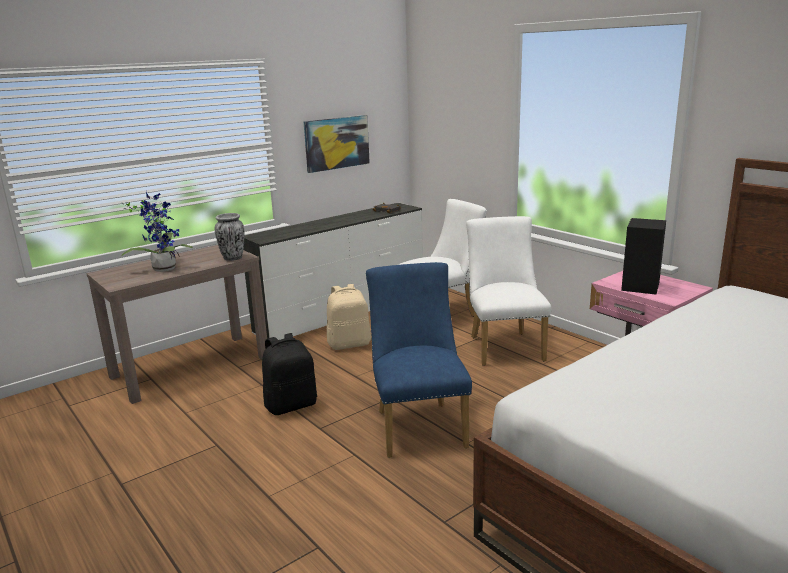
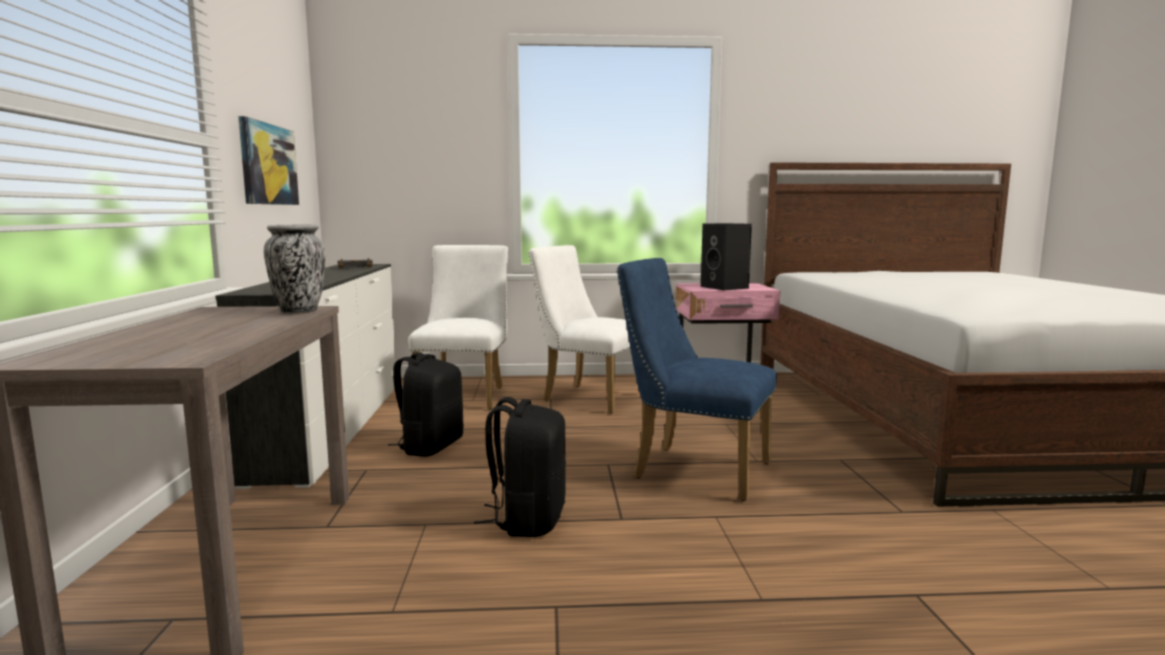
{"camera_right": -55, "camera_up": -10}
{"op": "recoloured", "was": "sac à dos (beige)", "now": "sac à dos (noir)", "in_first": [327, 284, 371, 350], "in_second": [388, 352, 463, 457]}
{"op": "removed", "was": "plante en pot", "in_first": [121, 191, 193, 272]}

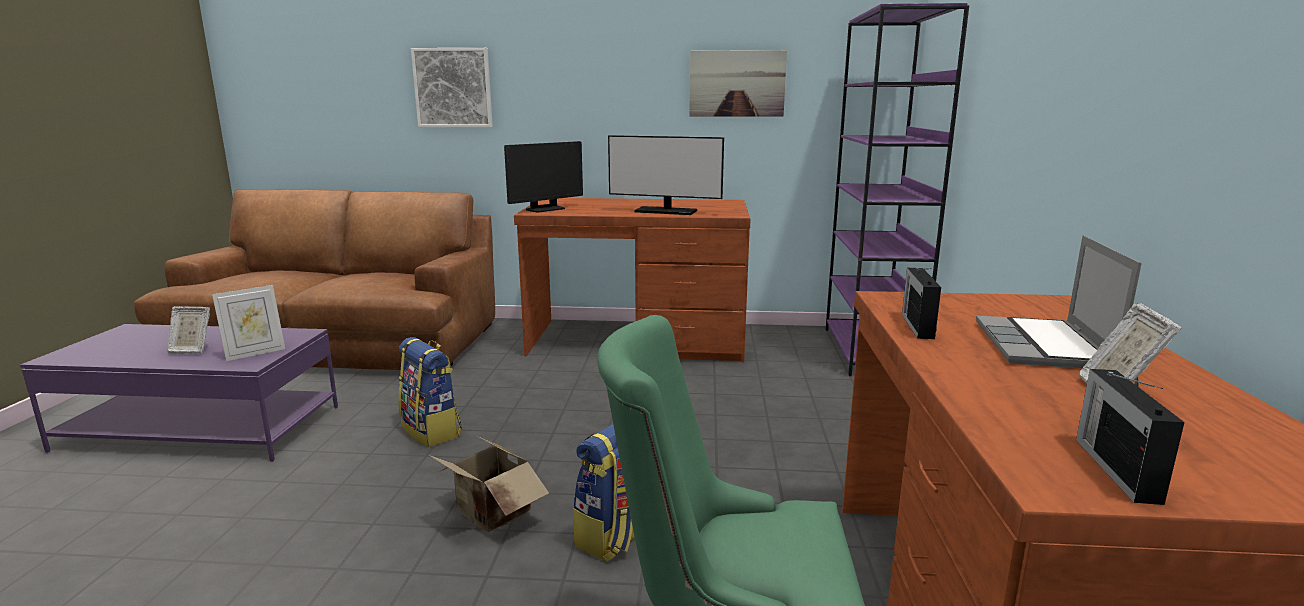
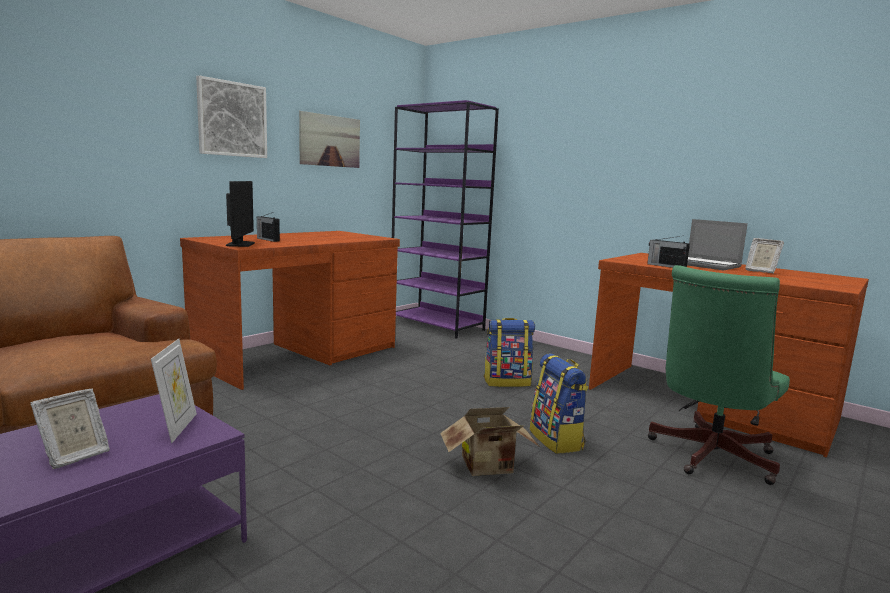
{"camera_right": -55, "camera_up": -5}
{"op": "moved", "was": "tableau", "in_first": [411, 48, 493, 128], "in_second": [196, 75, 267, 158]}
{"op": "moved", "was": "radio", "in_first": [1076, 369, 1184, 505], "in_second": [257, 212, 280, 242]}
{"op": "moved", "was": "sac à dos", "in_first": [398, 337, 462, 447], "in_second": [484, 318, 535, 387]}
{"op": "removed", "was": "écran d'ordinateur", "in_first": [608, 135, 724, 215]}

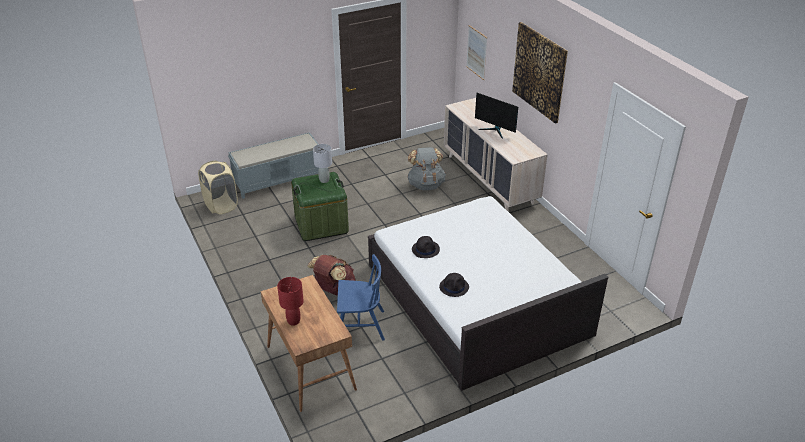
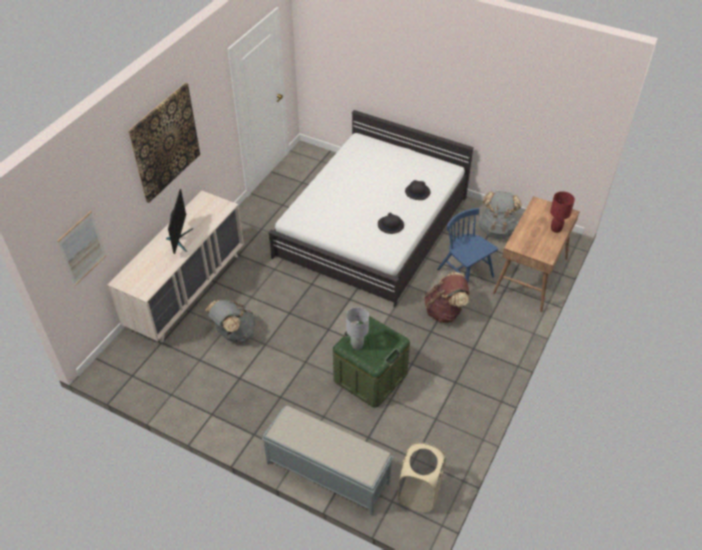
{"camera_right": -125, "camera_up": 10}
{"op": "added", "now": "sac à dos (gris)", "in_second": [478, 191, 522, 239]}

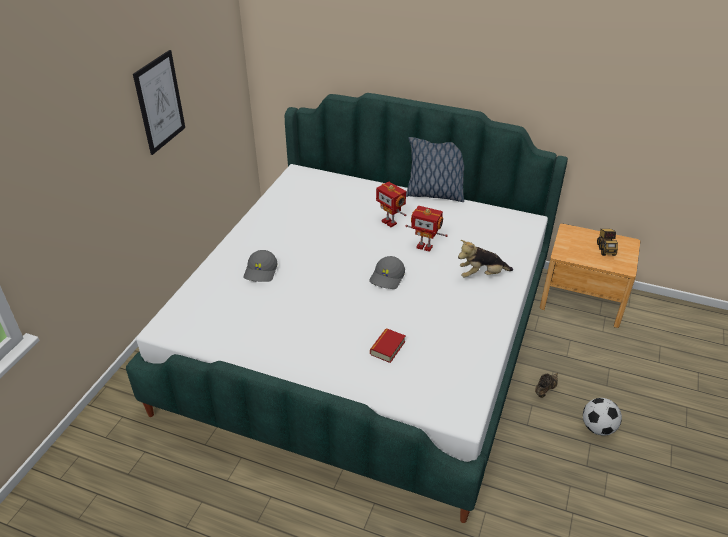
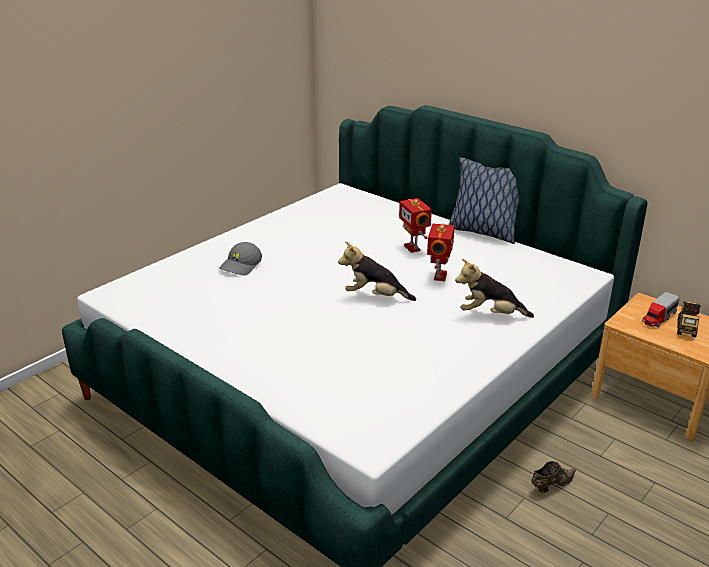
{"camera_right": 20, "camera_up": -10}
{"op": "replaced", "was": "casquette (gris)", "now": "peluche", "in_first": [369, 256, 405, 289], "in_second": [338, 241, 416, 301]}
{"op": "turned", "was": "robot jouet", "in_first": [405, 206, 448, 252], "in_second": [427, 223, 455, 281], "clockwise": -120}
{"op": "added", "now": "camion jouet", "in_second": [642, 292, 680, 328]}
{"op": "removed", "was": "tableau", "in_first": [133, 50, 185, 155]}
{"op": "removed", "was": "livre", "in_first": [370, 329, 405, 363]}
{"op": "removed", "was": "ballon de foot", "in_first": [583, 398, 622, 436]}

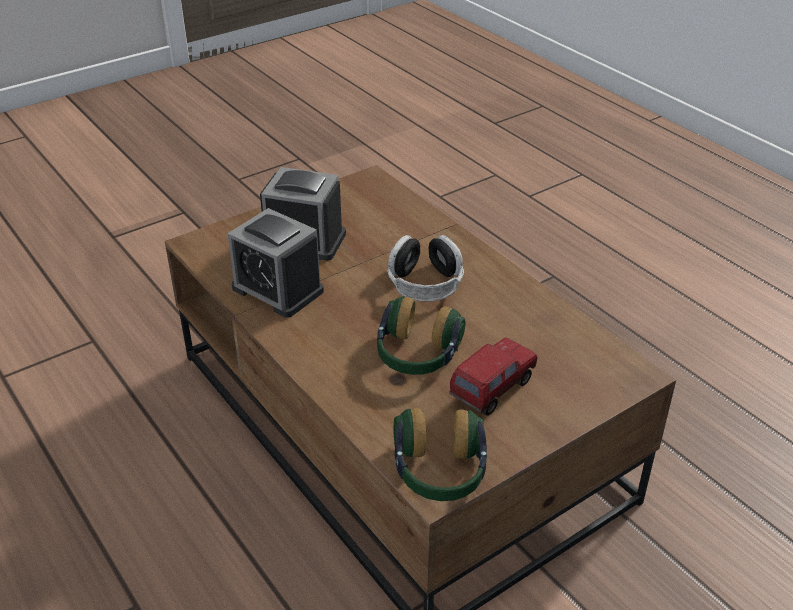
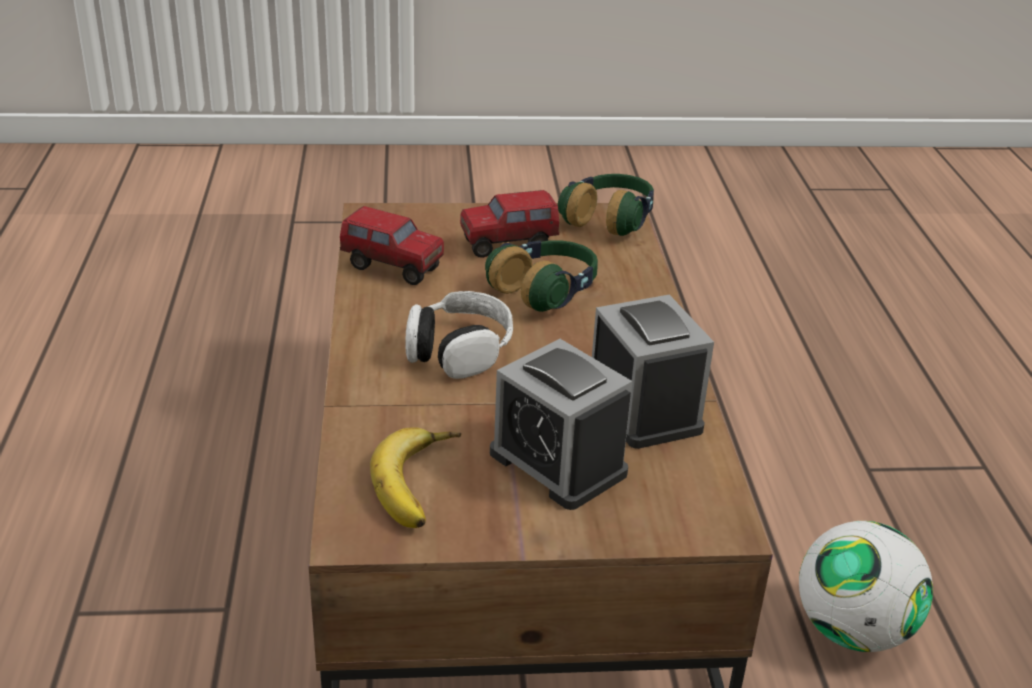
{"camera_right": -150, "camera_up": -5}
{"op": "added", "now": "camion jouet", "in_second": [340, 206, 444, 285]}
{"op": "added", "now": "banane", "in_second": [370, 427, 461, 528]}
{"op": "added", "now": "ballon de foot", "in_second": [799, 521, 933, 652]}

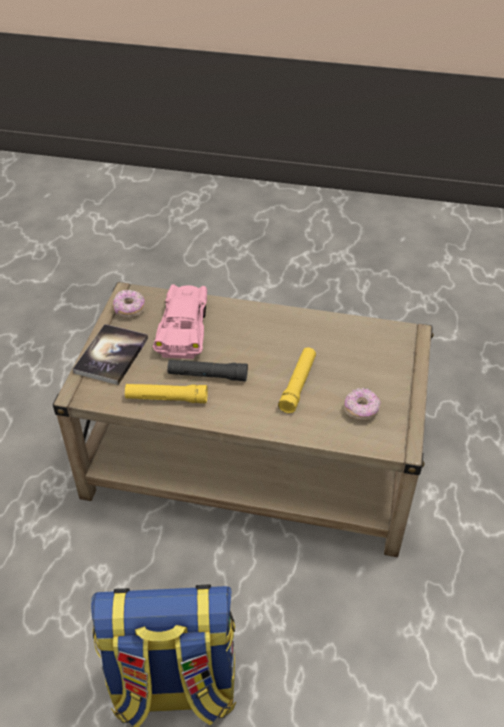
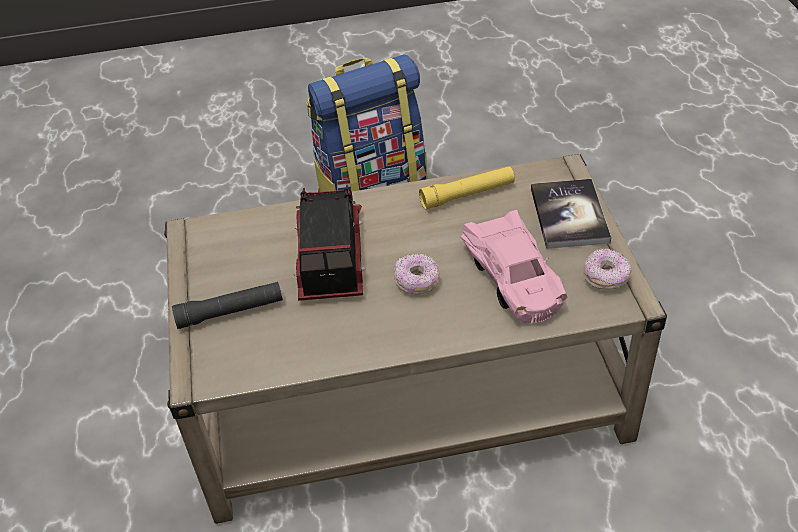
{"camera_right": 160, "camera_up": 0}
{"op": "moved", "was": "lampe de poche (noir)", "in_first": [167, 360, 248, 381], "in_second": [172, 282, 283, 329]}
{"op": "replaced", "was": "lampe de poche (jaune)", "now": "camion jouet", "in_first": [278, 347, 316, 413], "in_second": [294, 184, 366, 301]}
{"op": "moved", "was": "beignet", "in_first": [344, 387, 380, 420], "in_second": [394, 254, 440, 295]}

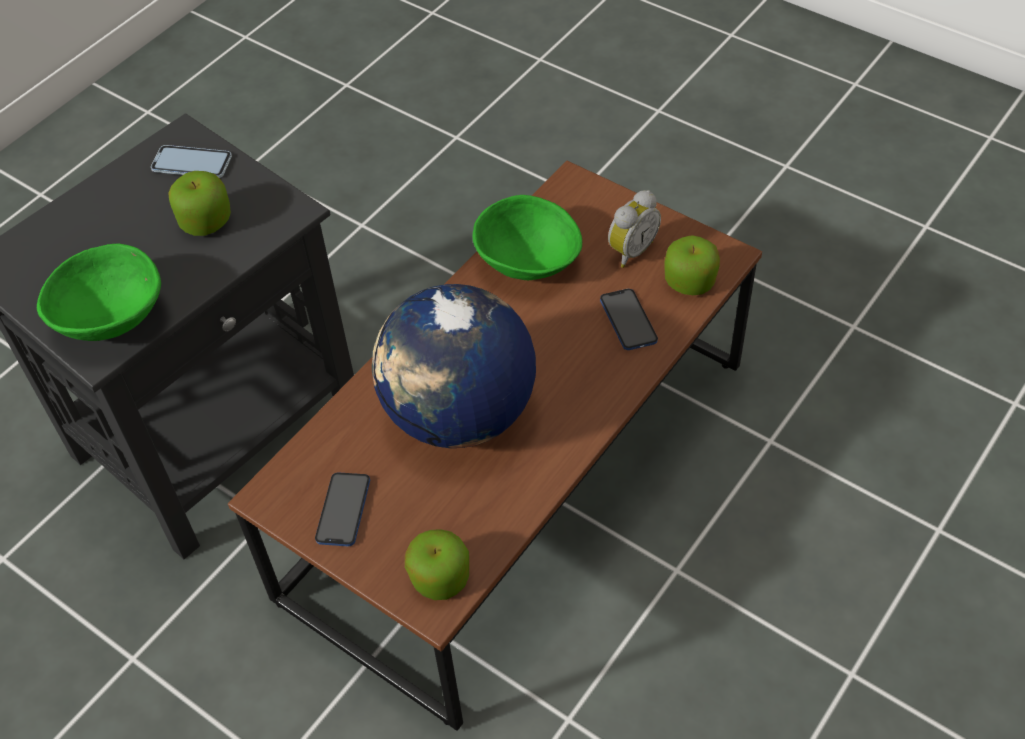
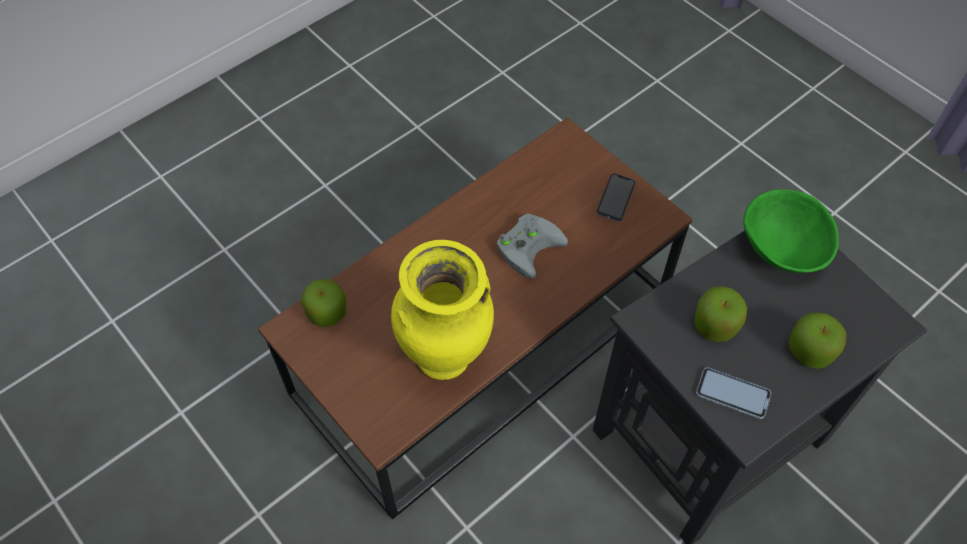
{"camera_right": -170, "camera_up": 5}
{"op": "replaced", "was": "bol (vert)", "now": "vase (jaune)", "in_first": [473, 195, 582, 280], "in_second": [391, 240, 494, 380]}
{"op": "replaced", "was": "globe", "now": "manette (gris)", "in_first": [372, 284, 536, 448], "in_second": [497, 213, 568, 279]}
{"op": "moved", "was": "pomme", "in_first": [405, 529, 469, 600], "in_second": [789, 312, 846, 369]}
{"op": "removed", "was": "téléphone", "in_first": [600, 289, 658, 350]}
{"op": "removed", "was": "réveil", "in_first": [608, 190, 661, 268]}

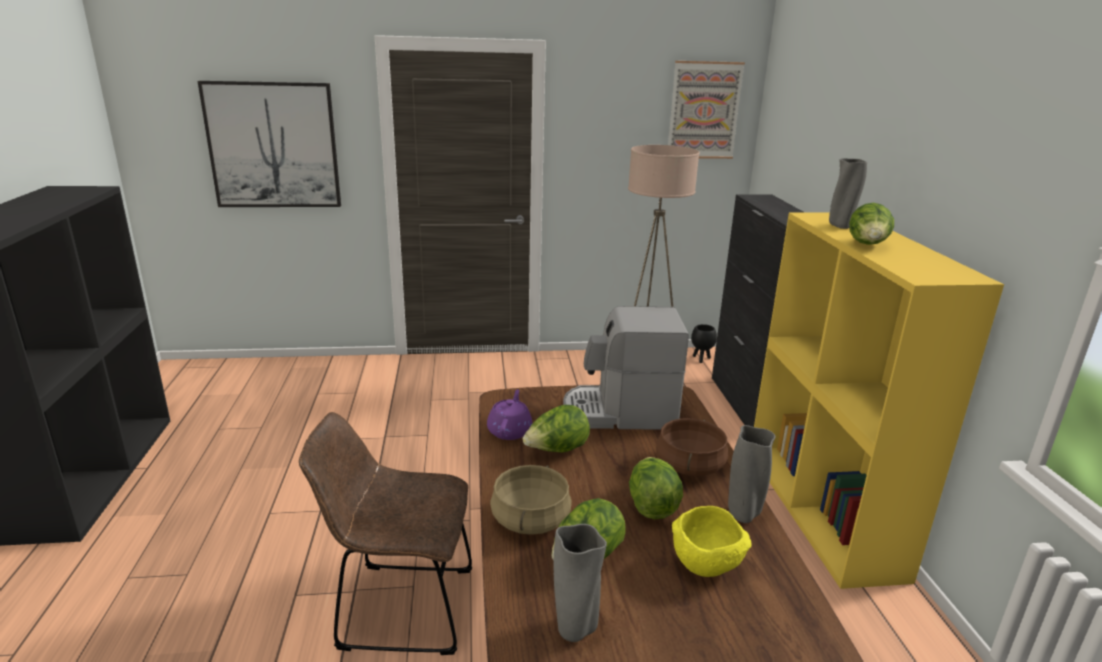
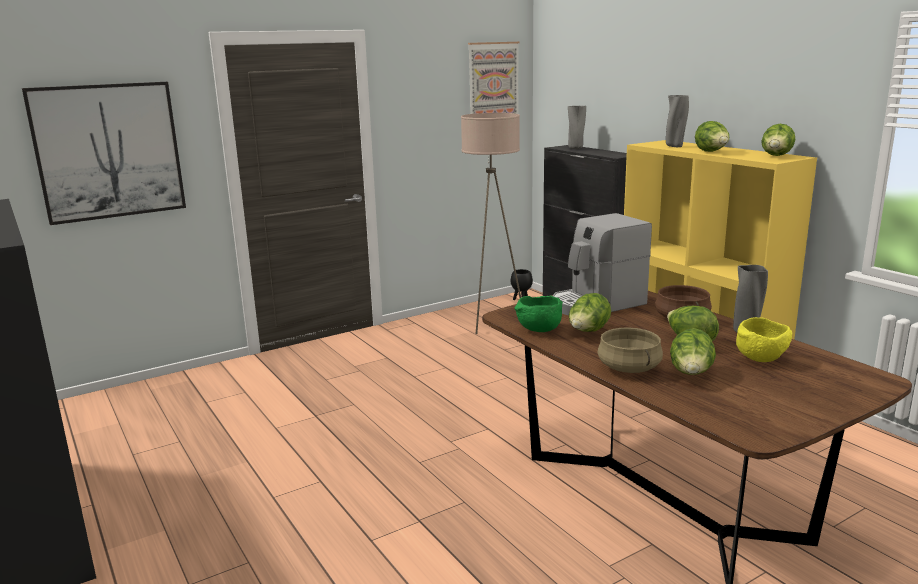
{"camera_right": -25, "camera_up": -5}
{"op": "replaced", "was": "théière (violet)", "now": "bol (vert)", "in_first": [487, 389, 532, 440], "in_second": [514, 295, 563, 332]}
{"op": "moved", "was": "vase (gris)", "in_first": [553, 524, 607, 642], "in_second": [568, 106, 586, 149]}
{"op": "added", "now": "laitue", "in_second": [761, 124, 795, 156]}
{"op": "removed", "was": "chaise (marron)", "in_first": [299, 412, 472, 655]}

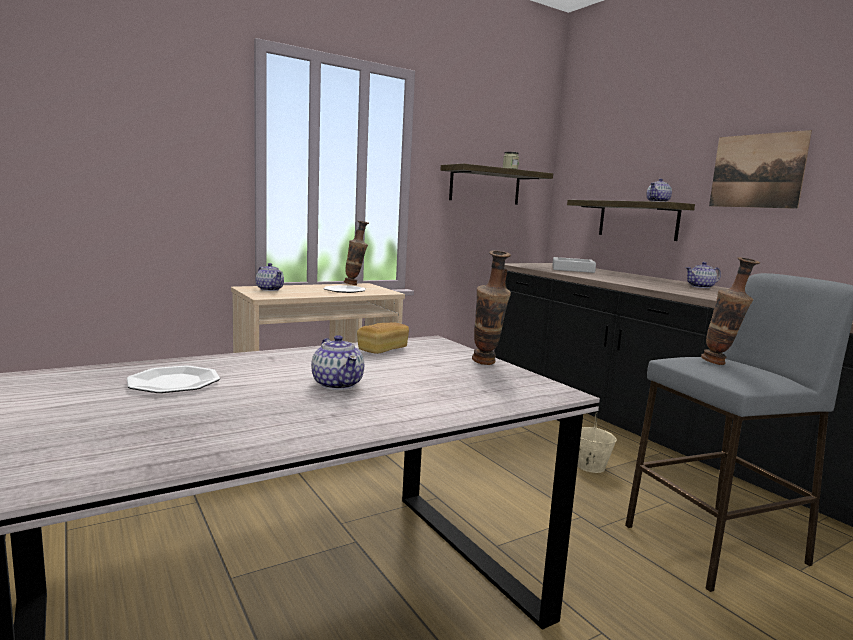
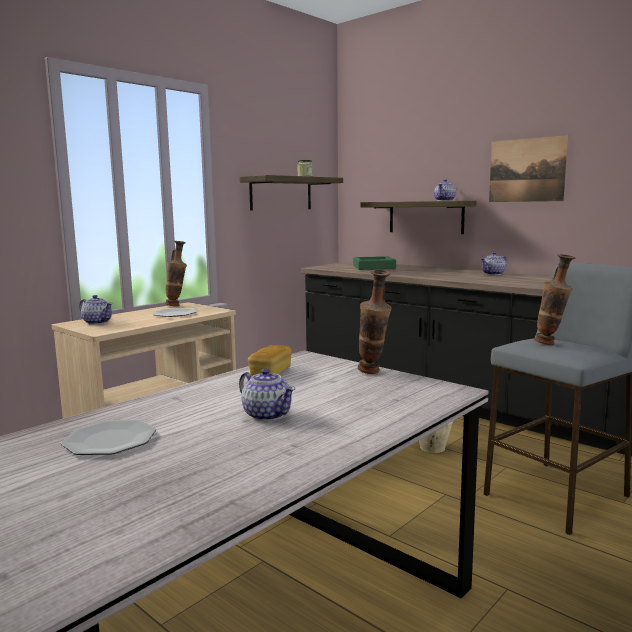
{"camera_right": -15, "camera_up": 0}
{"op": "recoloured", "was": "plateau (gris)", "now": "plateau (vert)", "in_first": [552, 257, 596, 273], "in_second": [353, 256, 396, 270]}

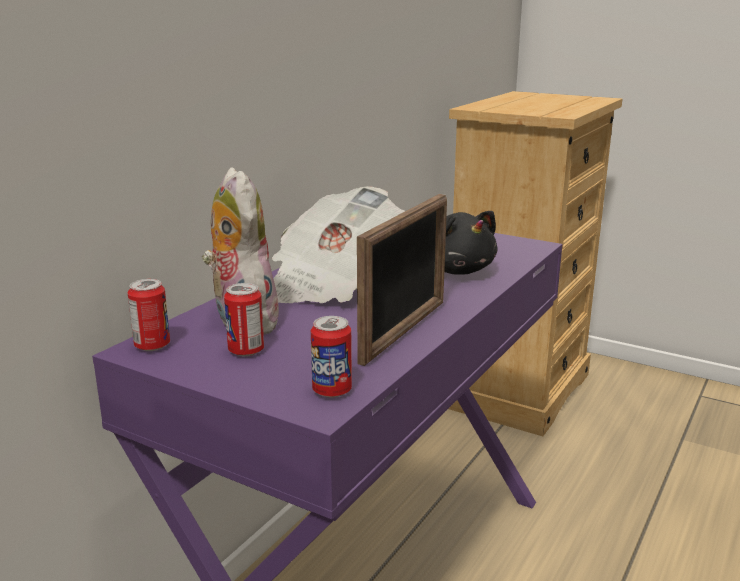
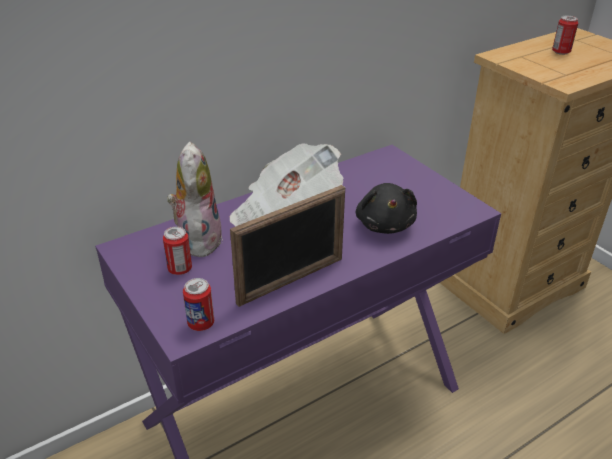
{"camera_right": 25, "camera_up": 15}
{"op": "moved", "was": "boîte métallique", "in_first": [128, 279, 170, 351], "in_second": [552, 16, 579, 55]}

